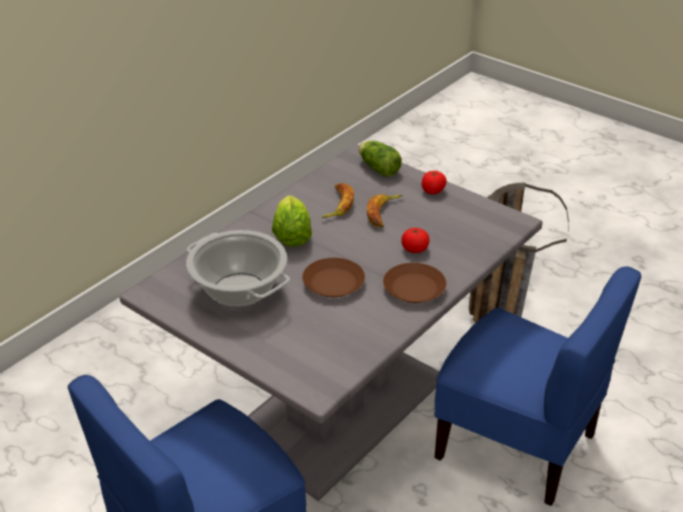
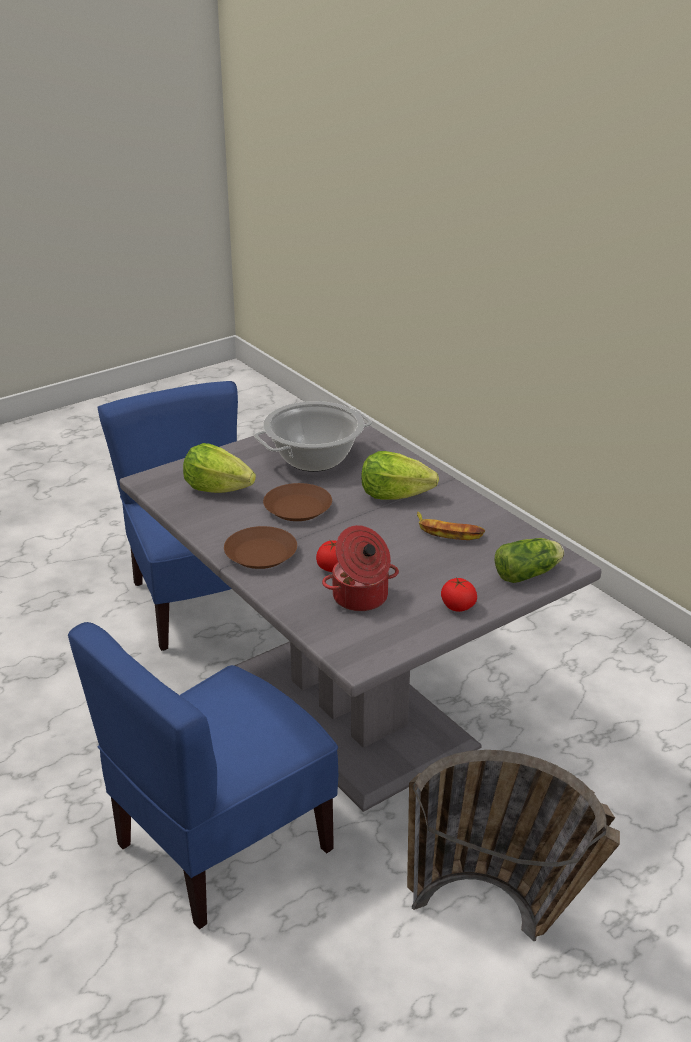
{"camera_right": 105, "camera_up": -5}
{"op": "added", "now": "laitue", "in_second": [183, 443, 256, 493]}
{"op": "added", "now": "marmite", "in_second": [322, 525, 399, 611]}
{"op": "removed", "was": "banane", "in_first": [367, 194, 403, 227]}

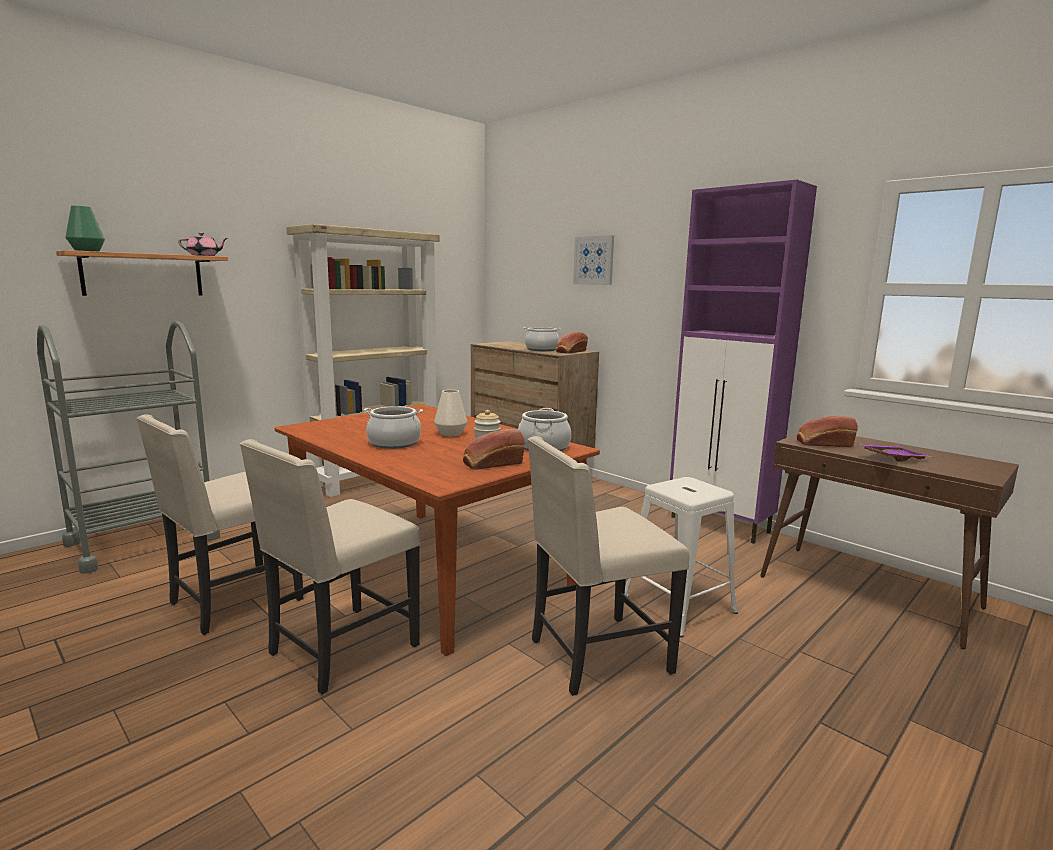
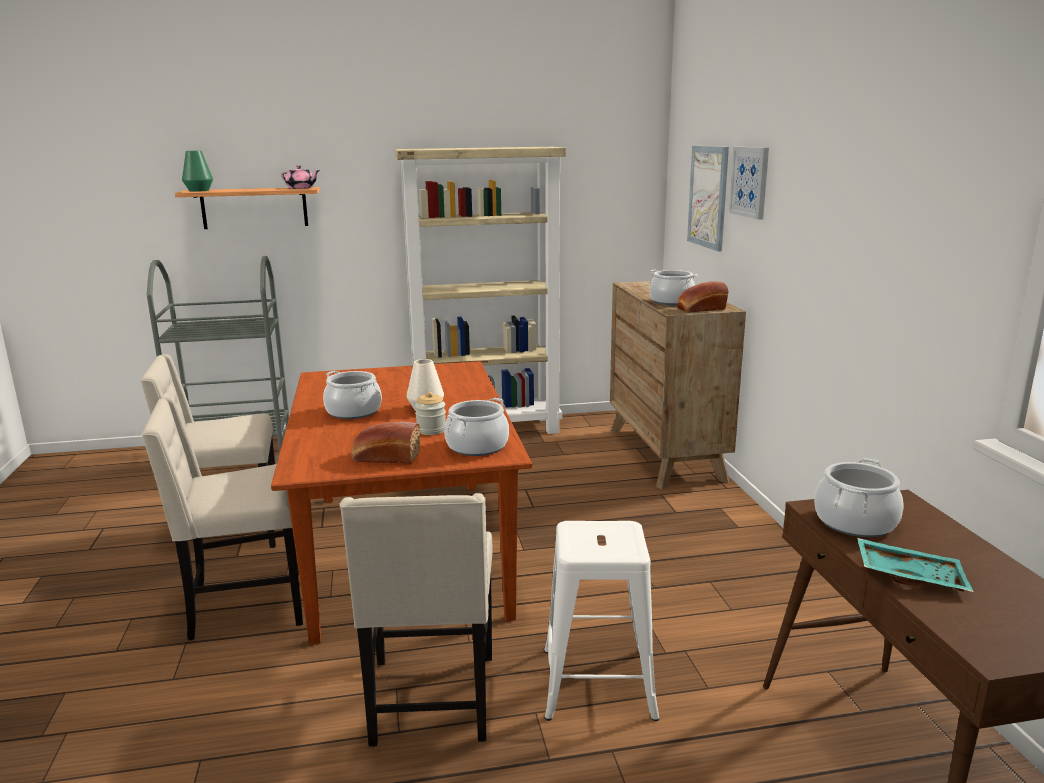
{"camera_right": 35, "camera_up": 5}
{"op": "turned", "was": "chaise (beige)", "in_first": [528, 436, 689, 696], "in_second": [340, 493, 493, 747], "clockwise": -105}
{"op": "added", "now": "tableau", "in_second": [687, 146, 729, 252]}
{"op": "replaced", "was": "pain", "now": "marmite", "in_first": [797, 416, 858, 447], "in_second": [814, 458, 903, 537]}
{"op": "recoloured", "was": "plateau (violet)", "now": "plateau (turquoise)", "in_first": [861, 444, 931, 461], "in_second": [857, 538, 974, 592]}
{"op": "removed", "was": "meuble de rangement (violet)", "in_first": [670, 180, 817, 544]}

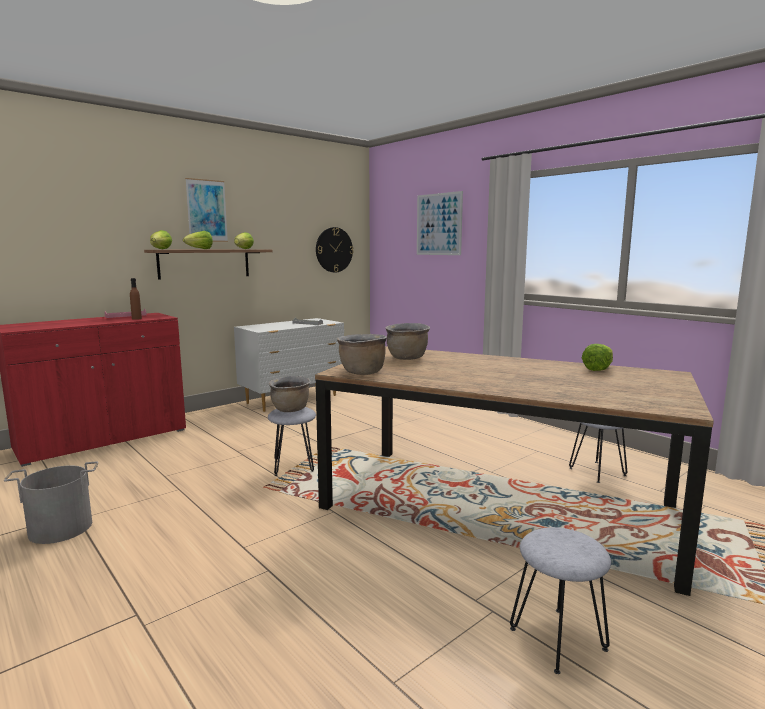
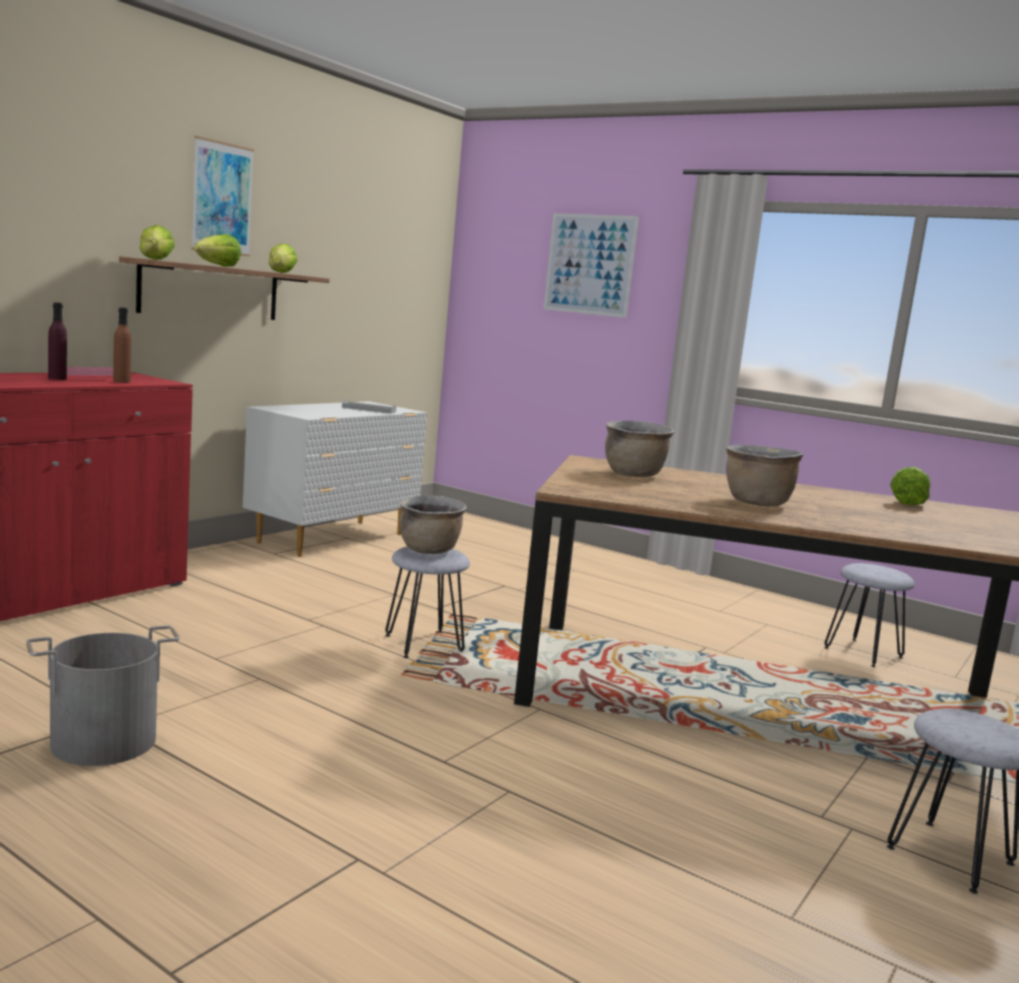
{"camera_right": -15, "camera_up": 0}
{"op": "added", "now": "bouteille (violet)", "in_second": [48, 302, 67, 380]}
{"op": "moved", "was": "marmite (marron)", "in_first": [337, 334, 387, 375], "in_second": [726, 445, 803, 506]}
{"op": "removed", "was": "horloge murale", "in_first": [316, 227, 354, 272]}

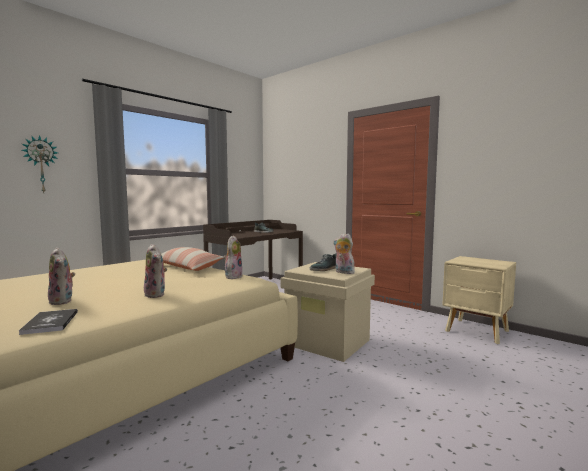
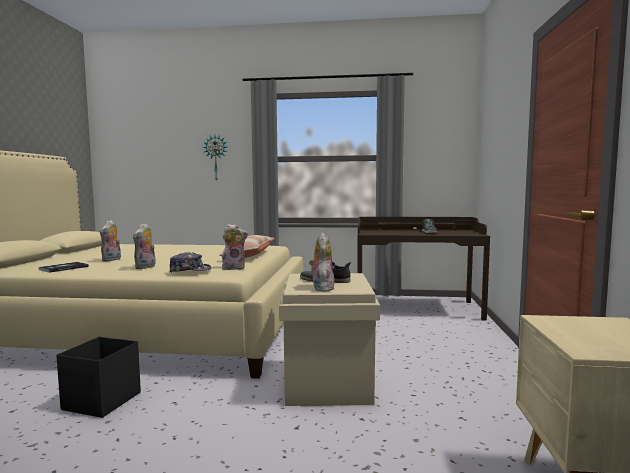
{"camera_right": 55, "camera_up": 0}
{"op": "added", "now": "boîte de rangement (noir)", "in_second": [56, 337, 141, 418]}
{"op": "added", "now": "casquette", "in_second": [170, 252, 212, 273]}

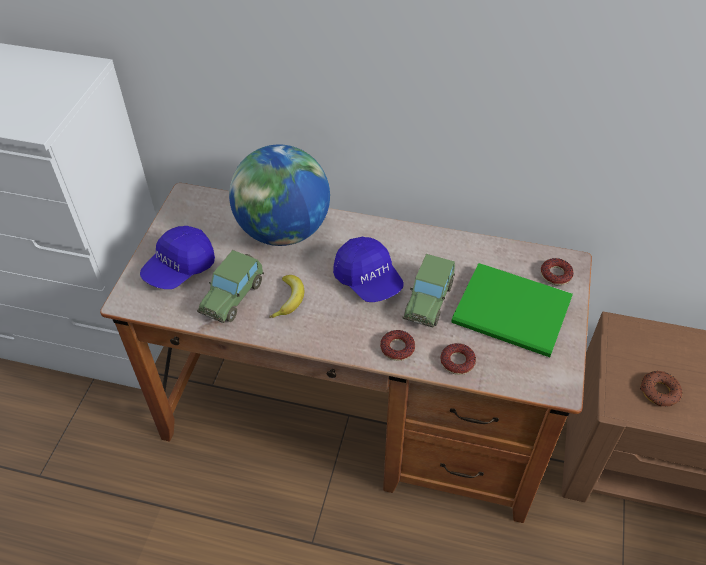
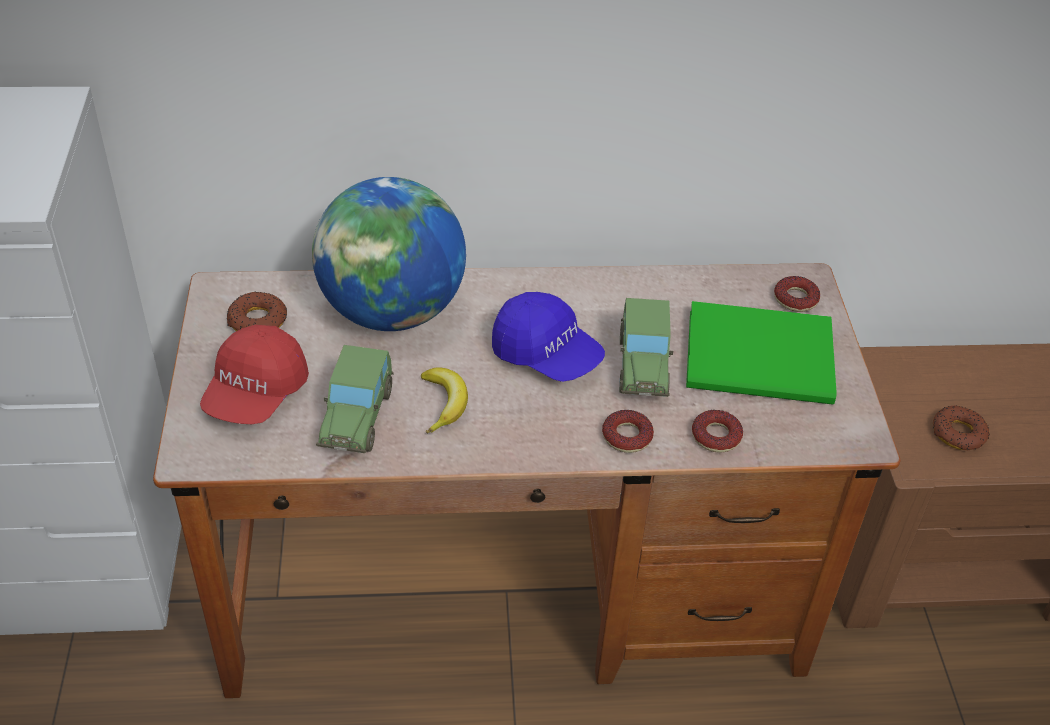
{"camera_right": -20, "camera_up": -5}
{"op": "recoloured", "was": "casquette (bleu)", "now": "casquette (rouge)", "in_first": [140, 226, 215, 289], "in_second": [200, 325, 309, 424]}
{"op": "added", "now": "beignet", "in_second": [226, 292, 287, 331]}

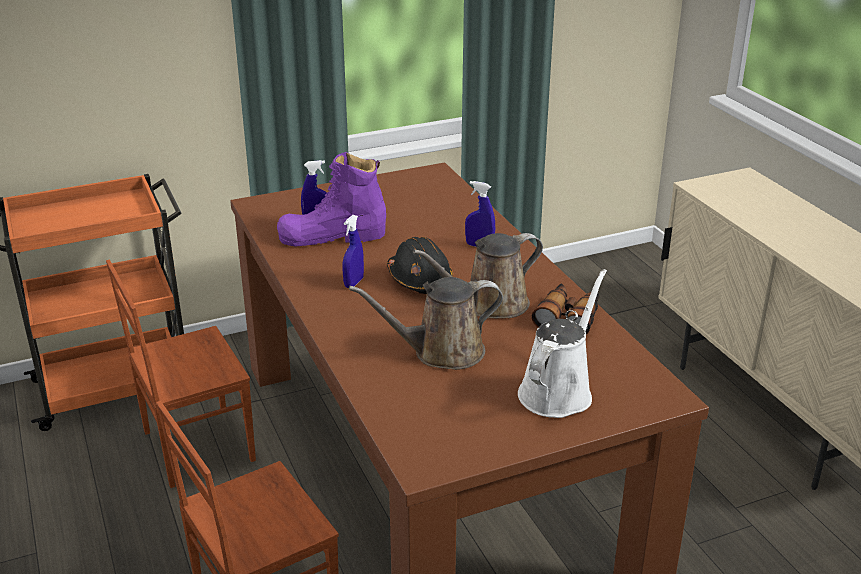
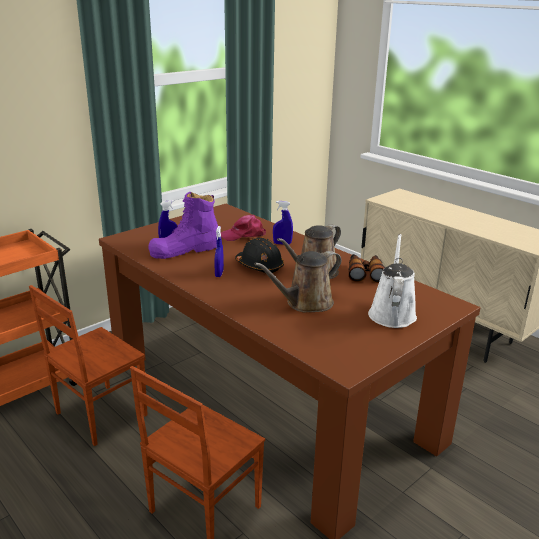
{"camera_right": -20, "camera_up": -5}
{"op": "added", "now": "casquette (rose)", "in_second": [221, 215, 266, 241]}

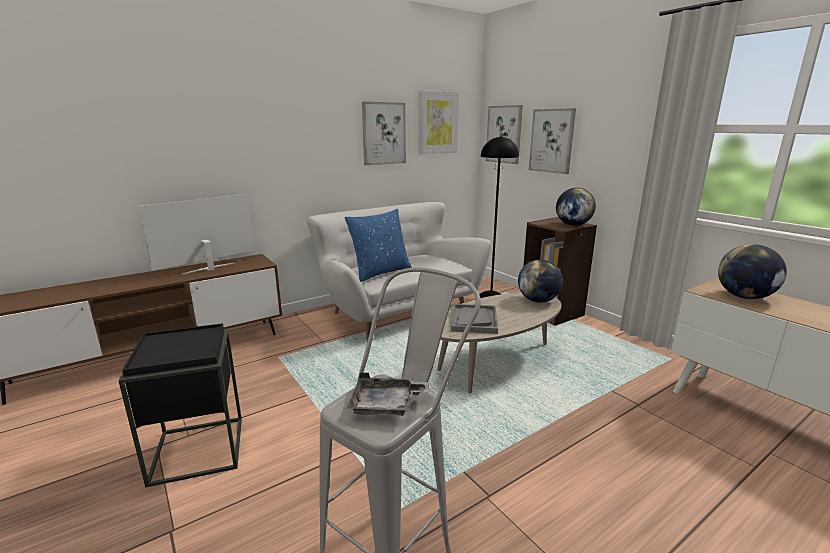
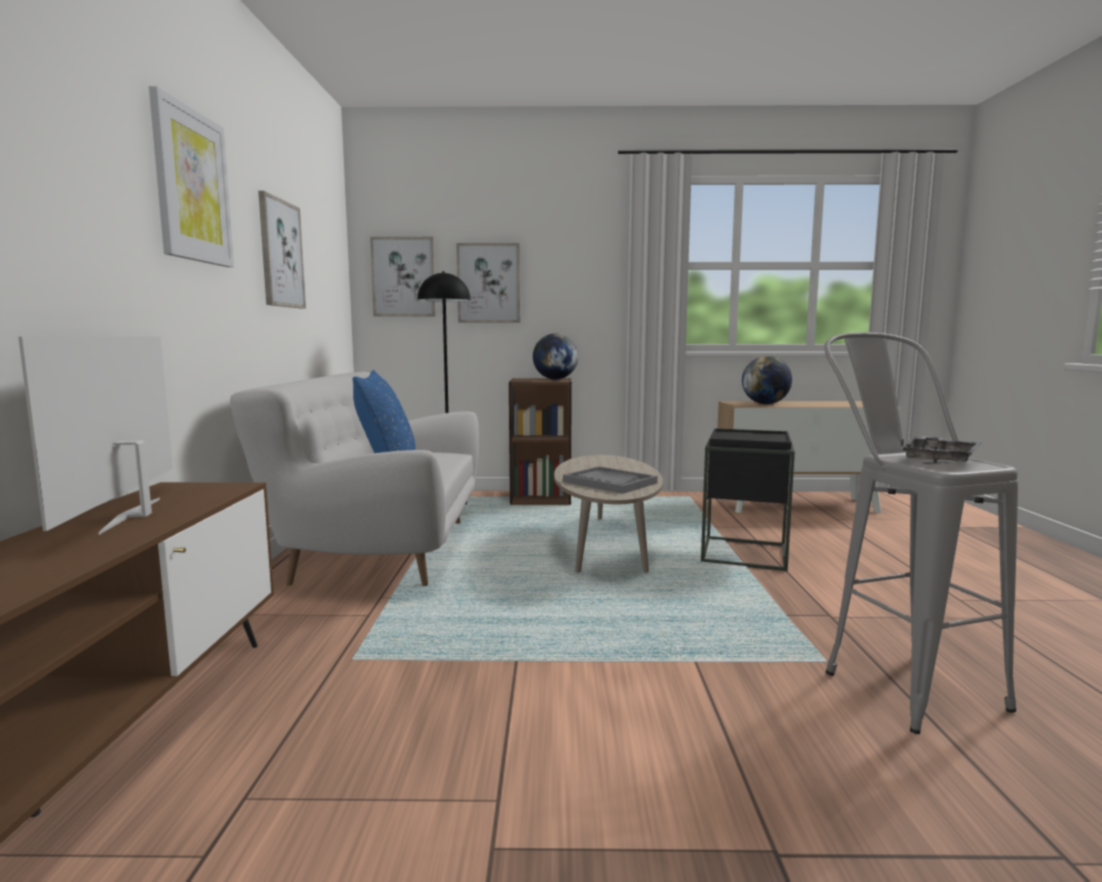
{"camera_right": -55, "camera_up": -10}
{"op": "moved", "was": "tableau", "in_first": [419, 90, 459, 154], "in_second": [149, 86, 234, 267]}
{"op": "moved", "was": "table d'appoint (noir)", "in_first": [118, 323, 242, 488], "in_second": [701, 428, 795, 571]}
{"op": "removed", "was": "globe", "in_first": [518, 260, 563, 303]}

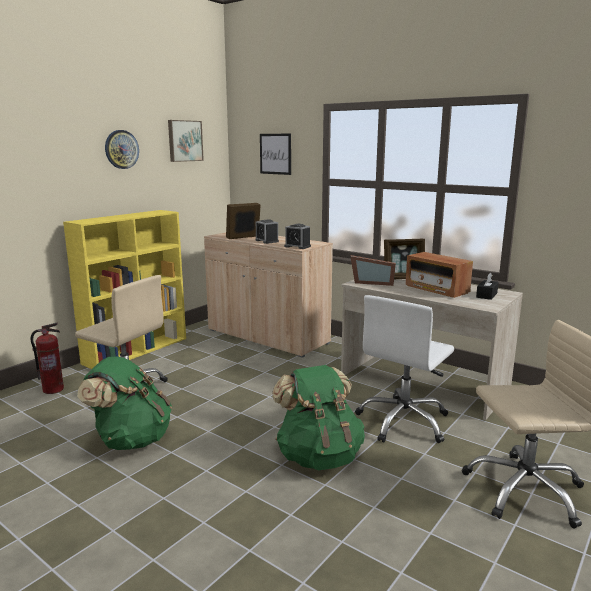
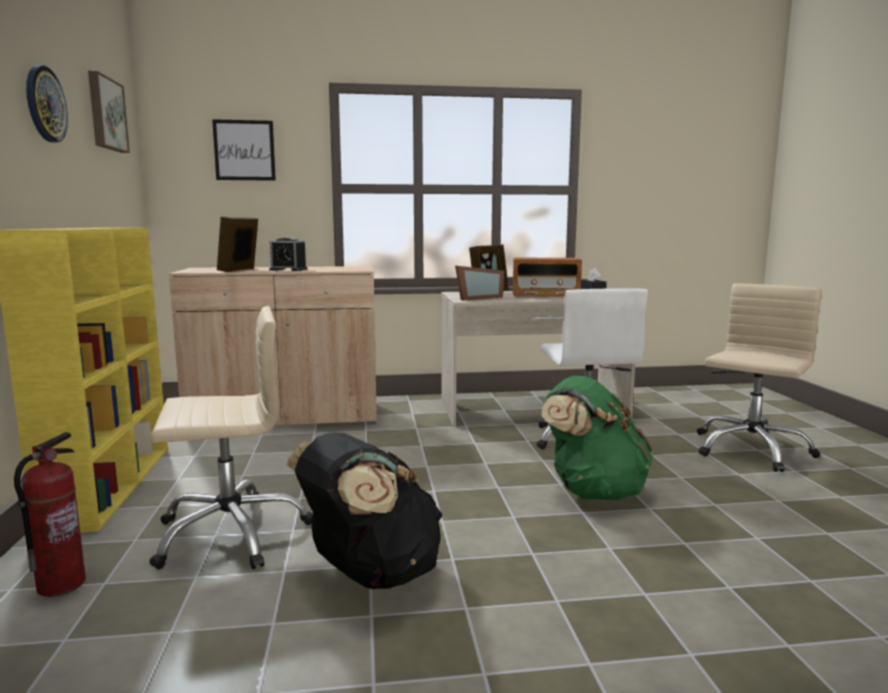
{"camera_right": -45, "camera_up": -5}
{"op": "recoloured", "was": "sac à dos (vert)", "now": "sac à dos (noir)", "in_first": [77, 356, 172, 450], "in_second": [286, 433, 443, 589]}
{"op": "removed", "was": "réveil", "in_first": [284, 224, 311, 249]}

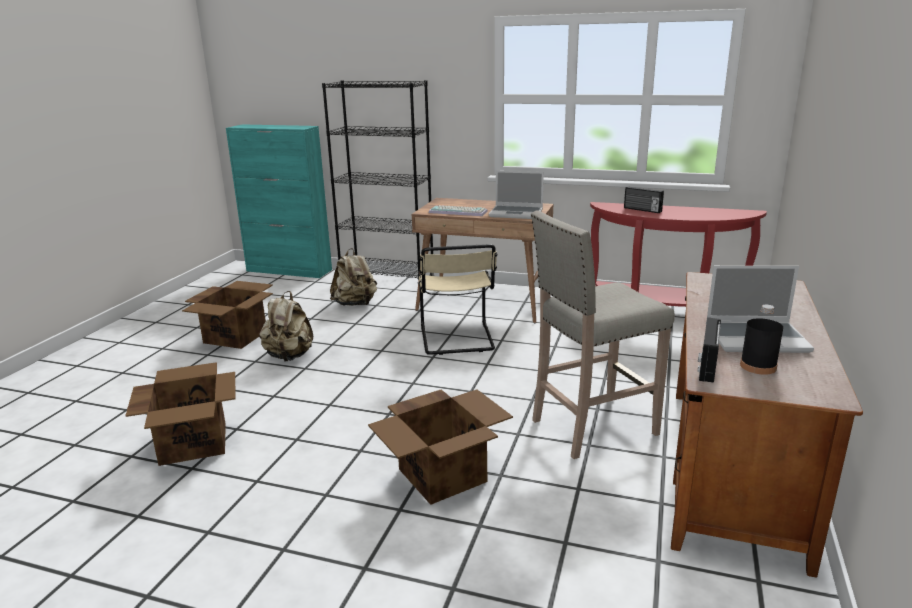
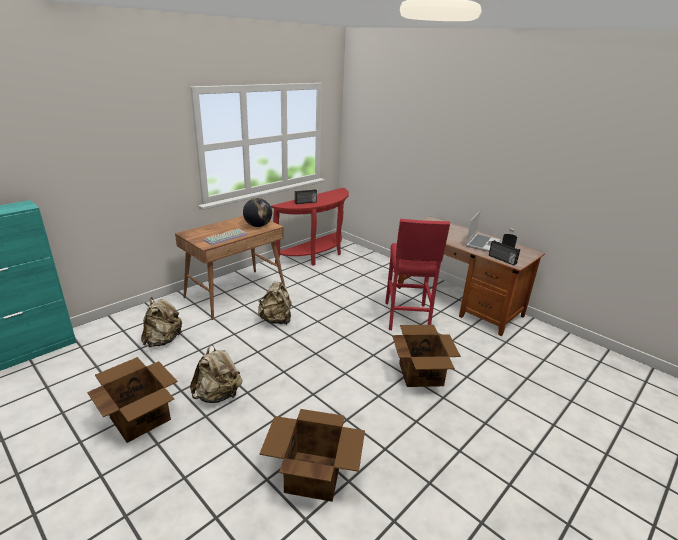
{"camera_right": -65, "camera_up": 5}
{"op": "replaced", "was": "ordinateur portable", "now": "globe", "in_first": [489, 171, 544, 219], "in_second": [243, 198, 272, 227]}
{"op": "replaced", "was": "chaise (beige)", "now": "sac à dos (beige)", "in_first": [418, 244, 498, 355], "in_second": [258, 281, 292, 325]}
{"op": "recoloured", "was": "tabouret (beige)", "now": "tabouret (rouge)", "in_first": [531, 210, 675, 459], "in_second": [385, 219, 450, 330]}
{"op": "removed", "was": "bibliothèque (noir)", "in_first": [322, 80, 434, 278]}

